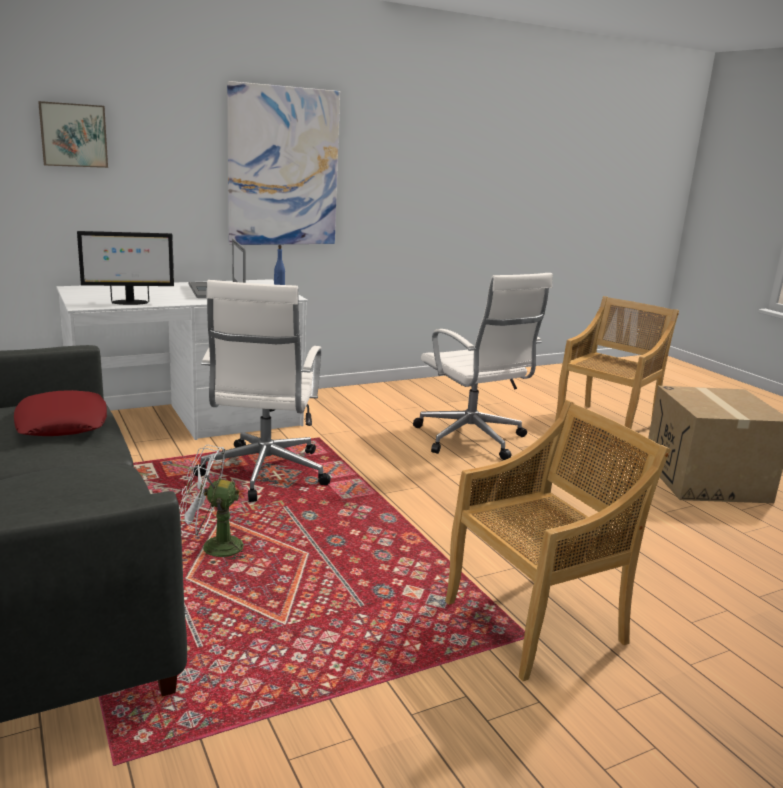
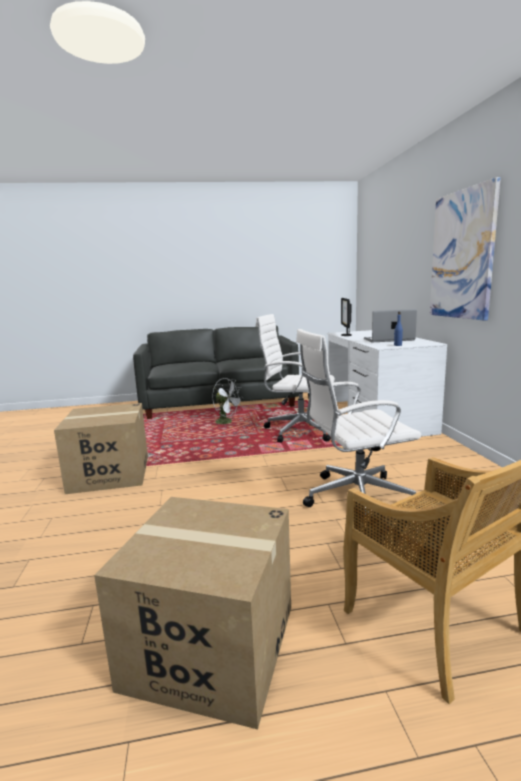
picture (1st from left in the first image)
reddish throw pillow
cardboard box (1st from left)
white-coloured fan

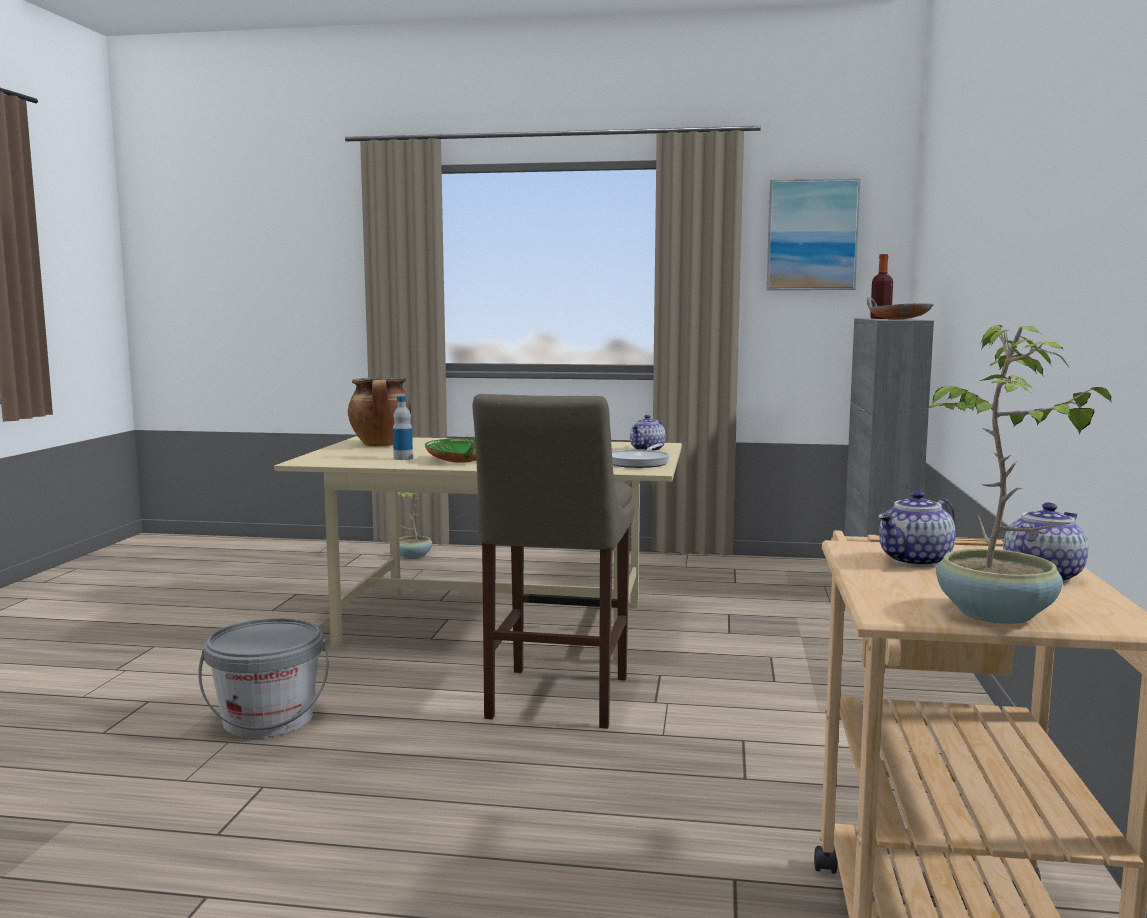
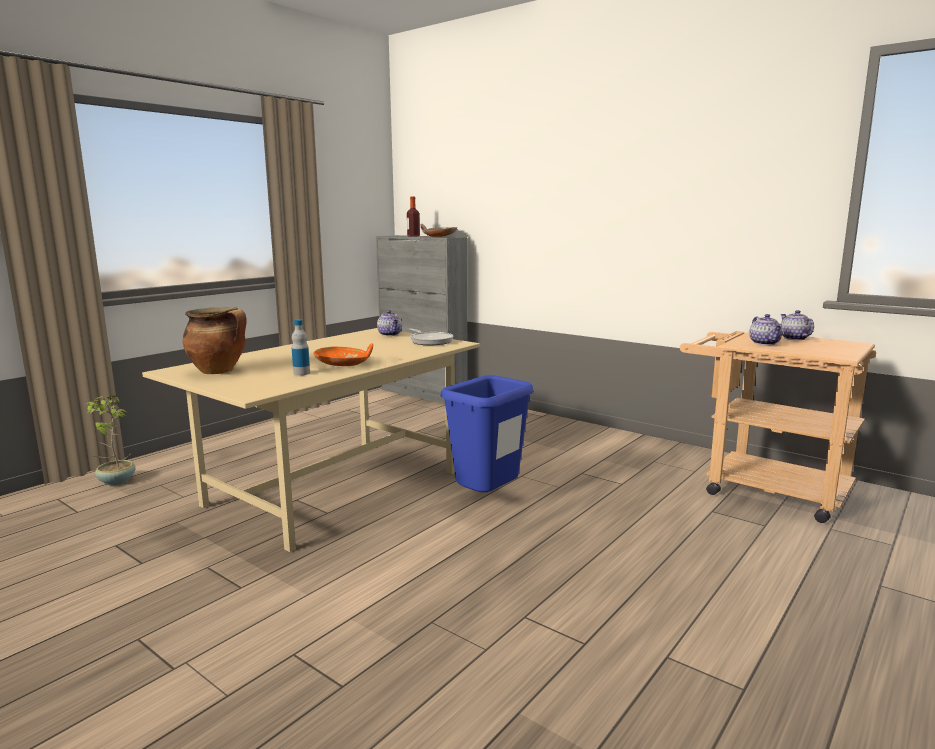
picture
plant in a pot (2nd from left in the first image)
bluish rubbish bin
orange-coloured bowl
gray pail

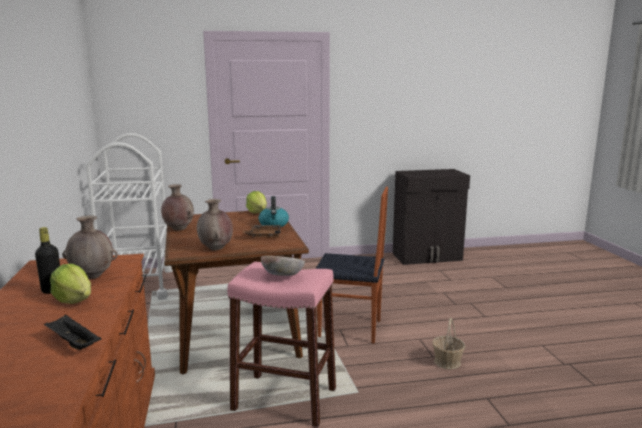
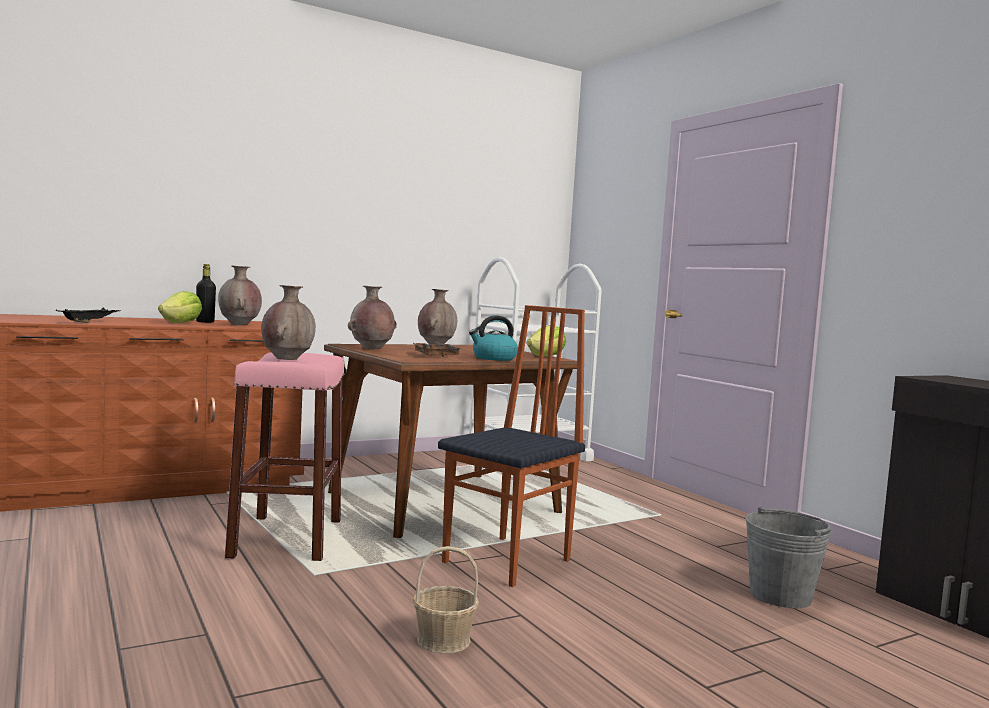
plain chair
brownish vase (2nd from left)
gray pail

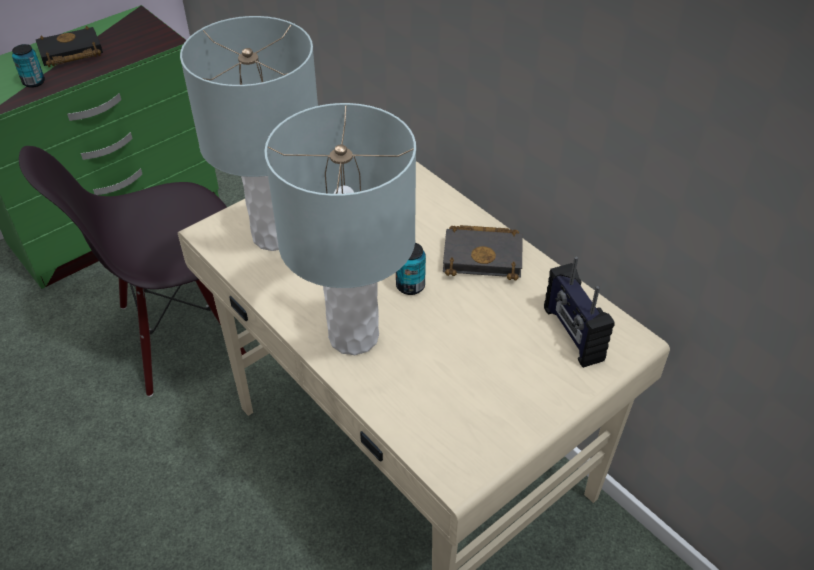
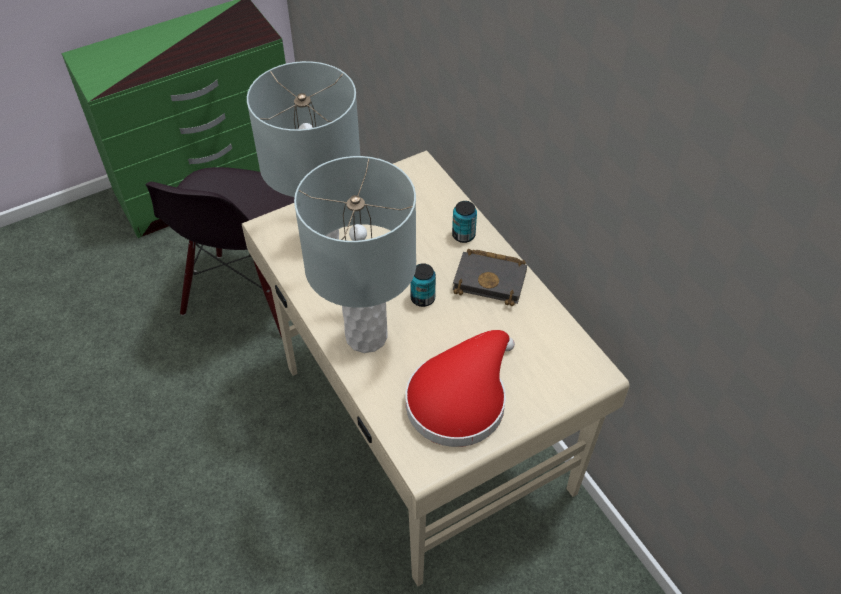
blackish volume (1st from left in the first image)
metal can (2nd from left)
blackish plain chair
radio
reddish clothing hat

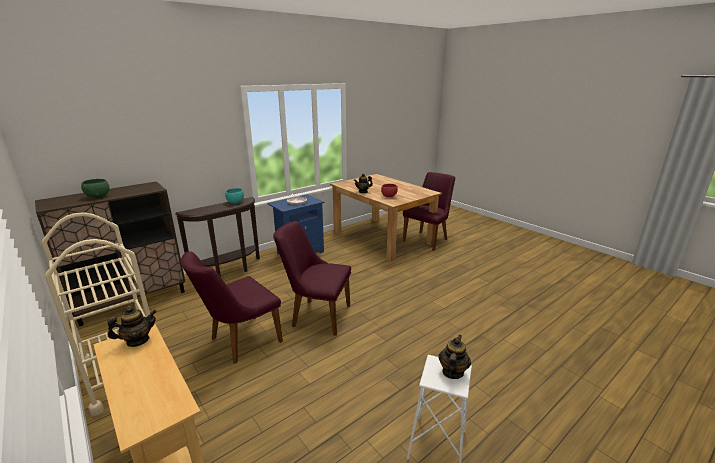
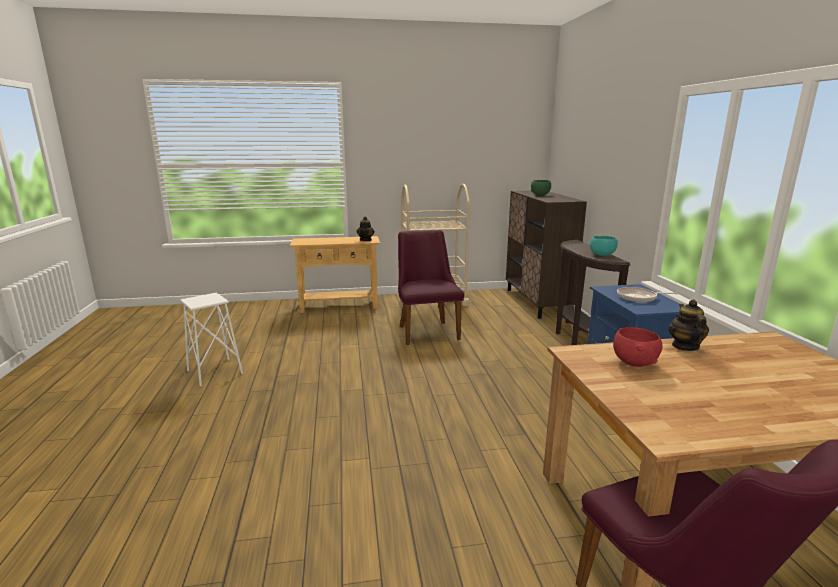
purple-coloured plain chair (2nd from left in the first image)
pot for tea (3rd from left in the first image)

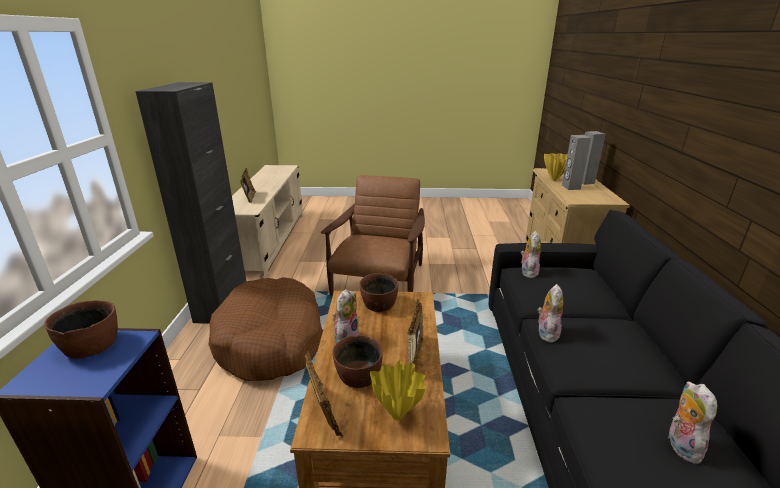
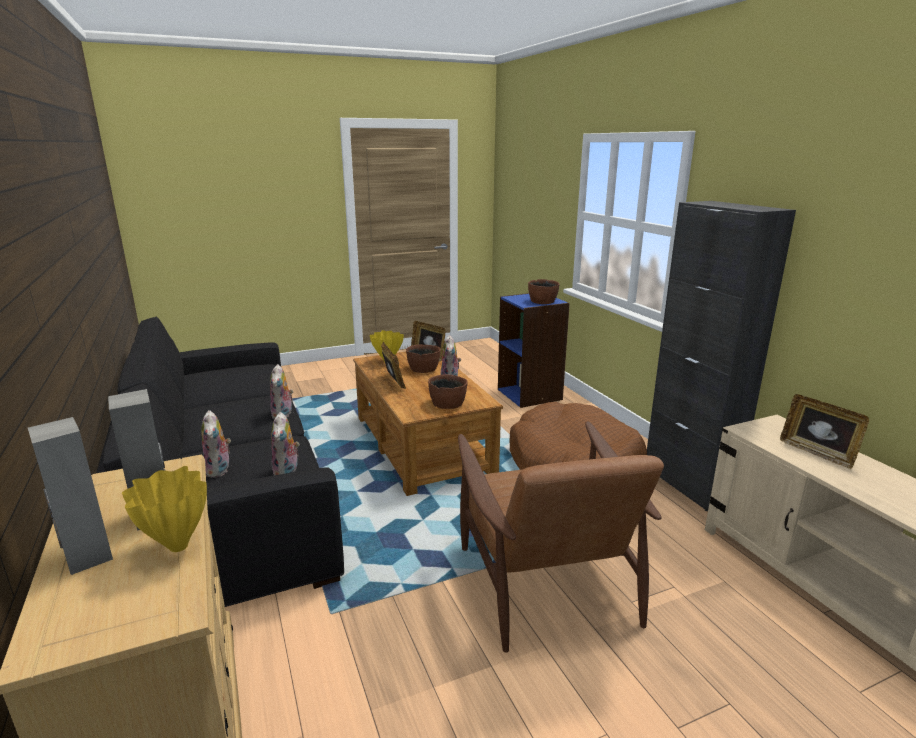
plush toy (1st from left)

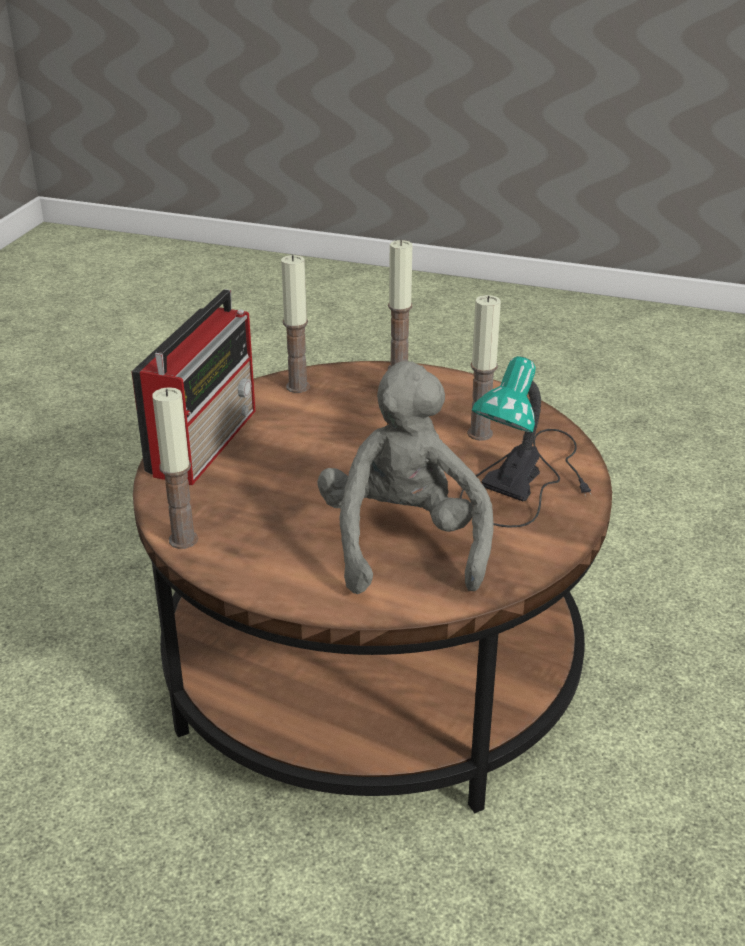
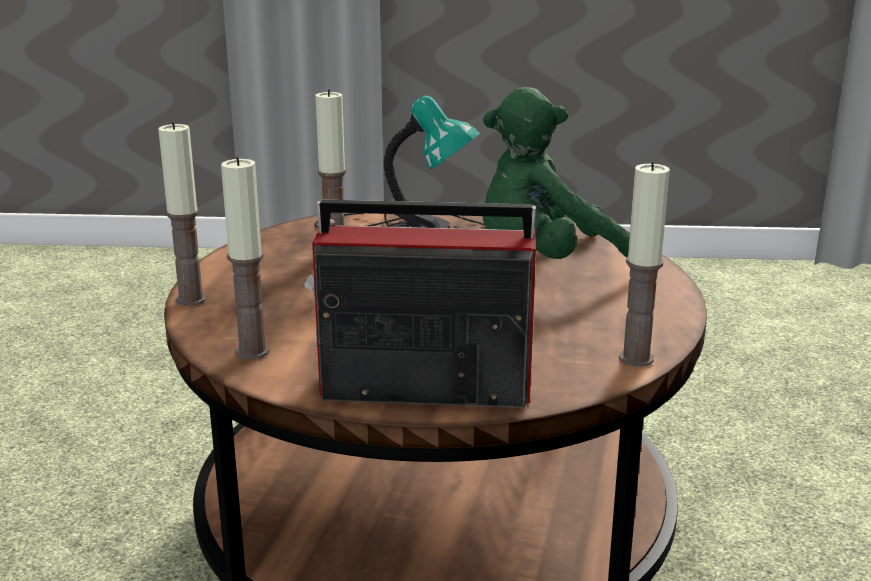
green-coloured plush toy

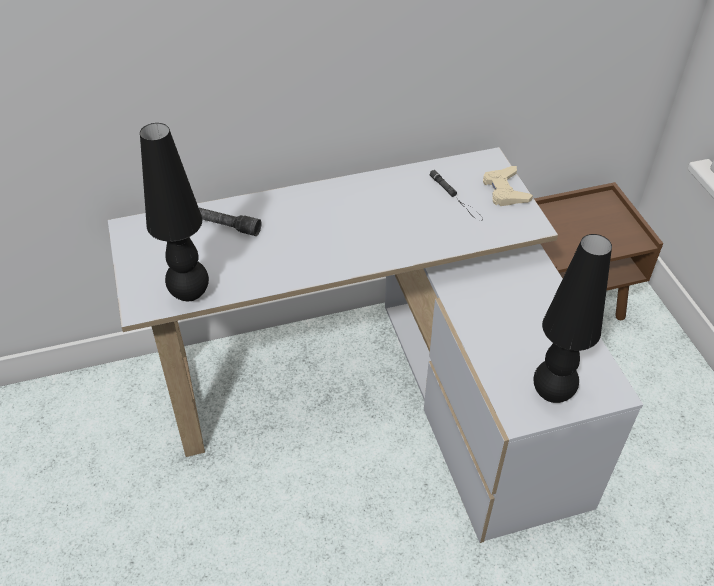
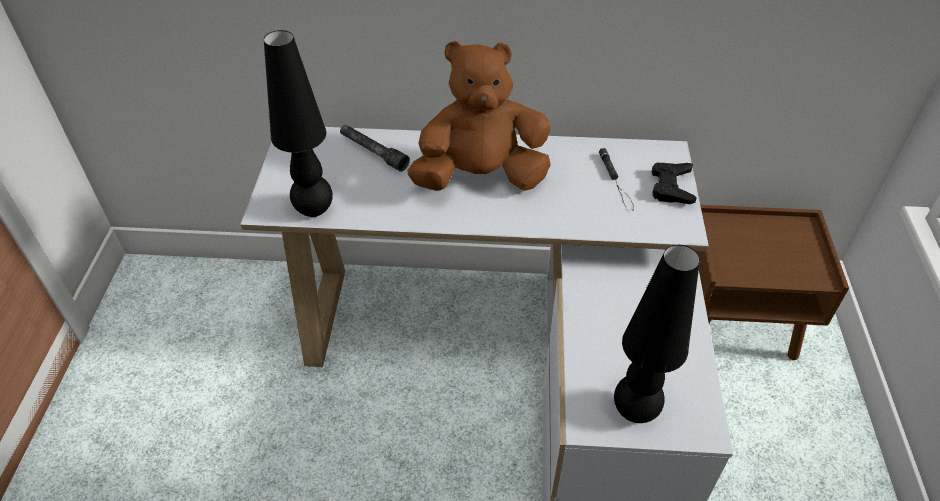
blackish game controller
brownish plush toy

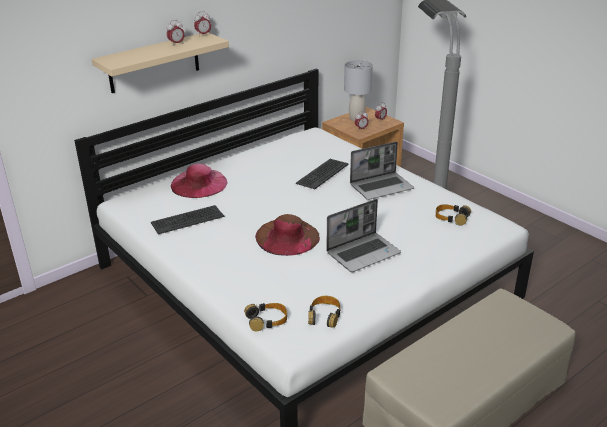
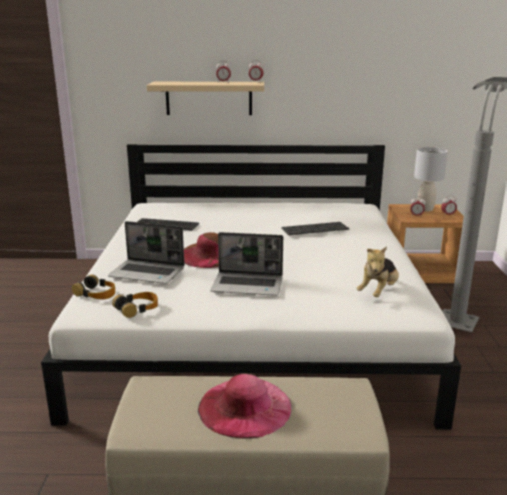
notebook computer (1st from left)
pink-coloured clothing hat
plush toy

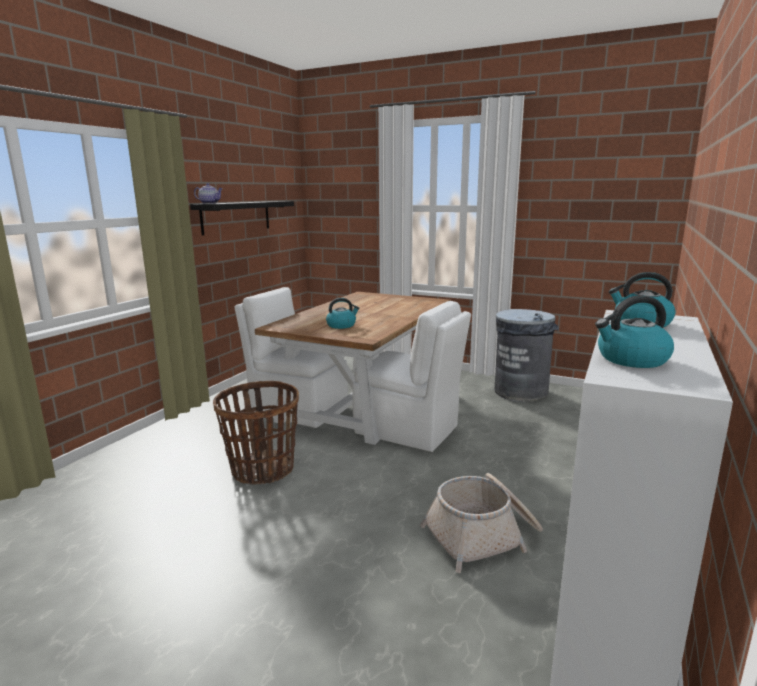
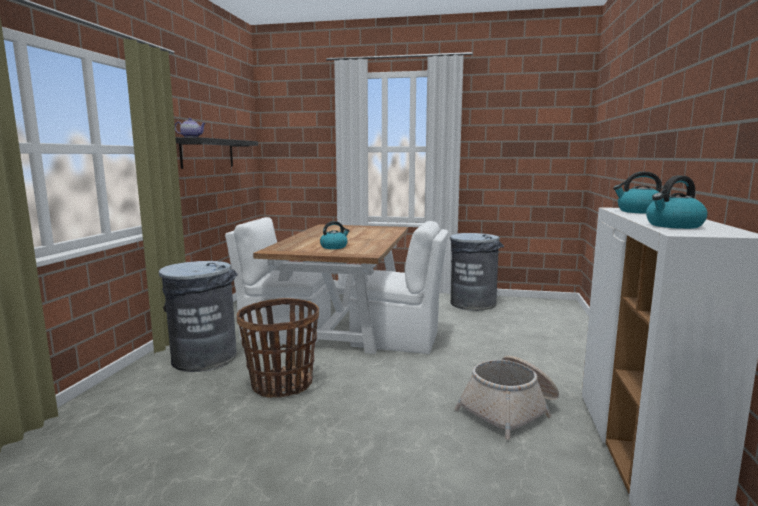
gray rubbish bin (1st from left)

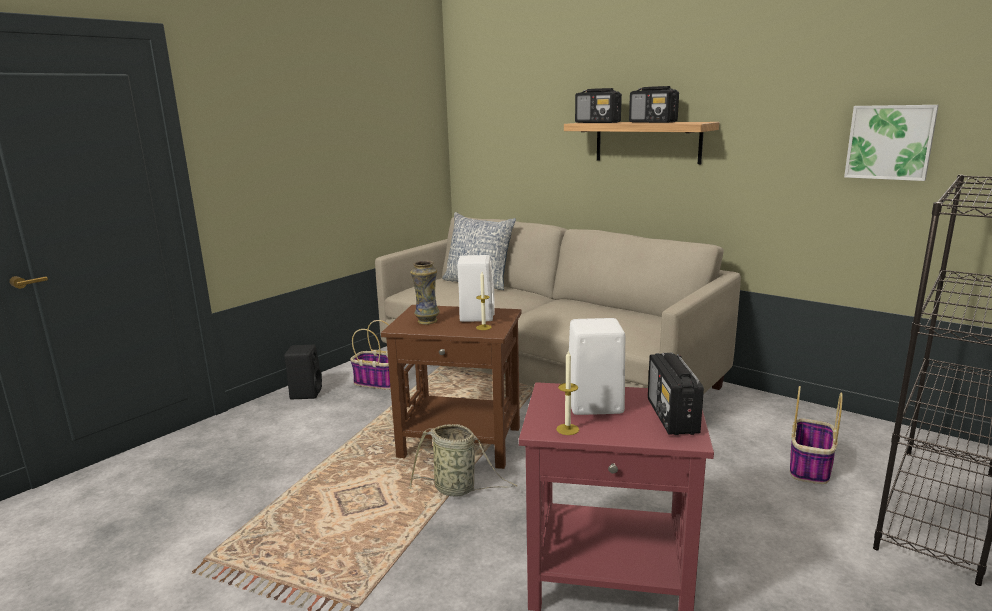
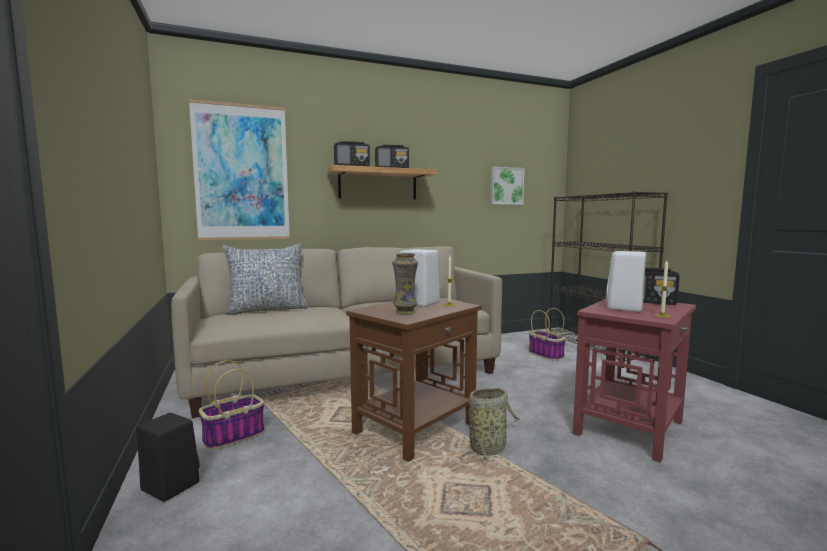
picture (1st from left)

